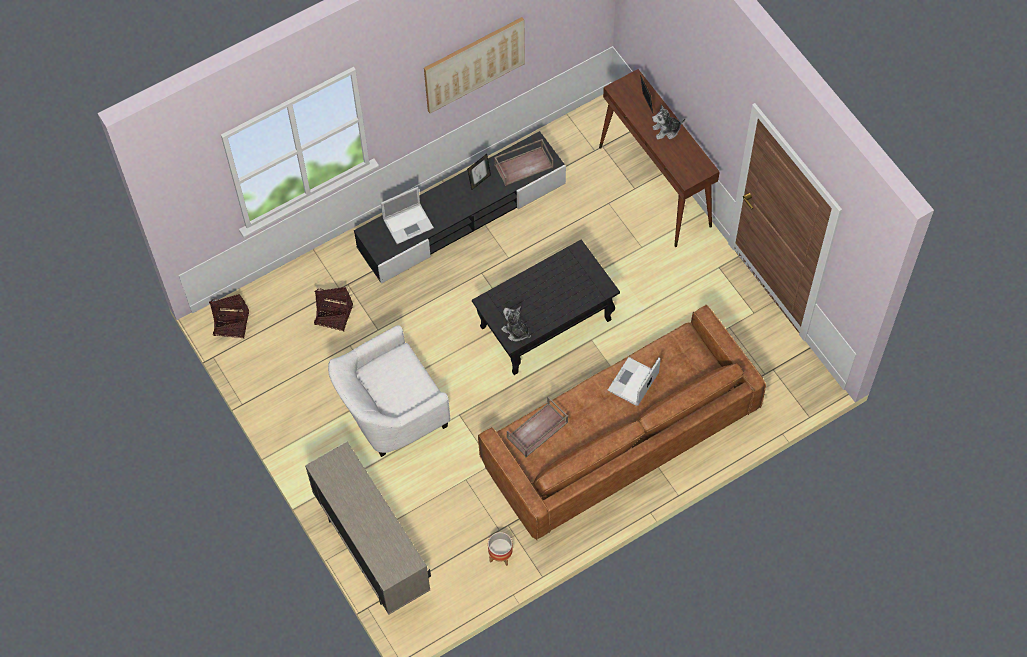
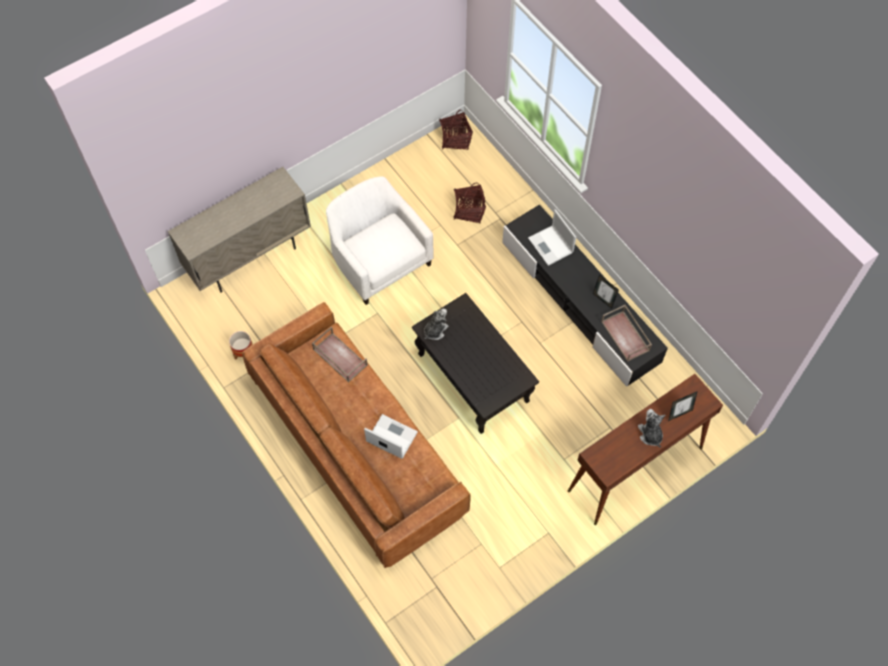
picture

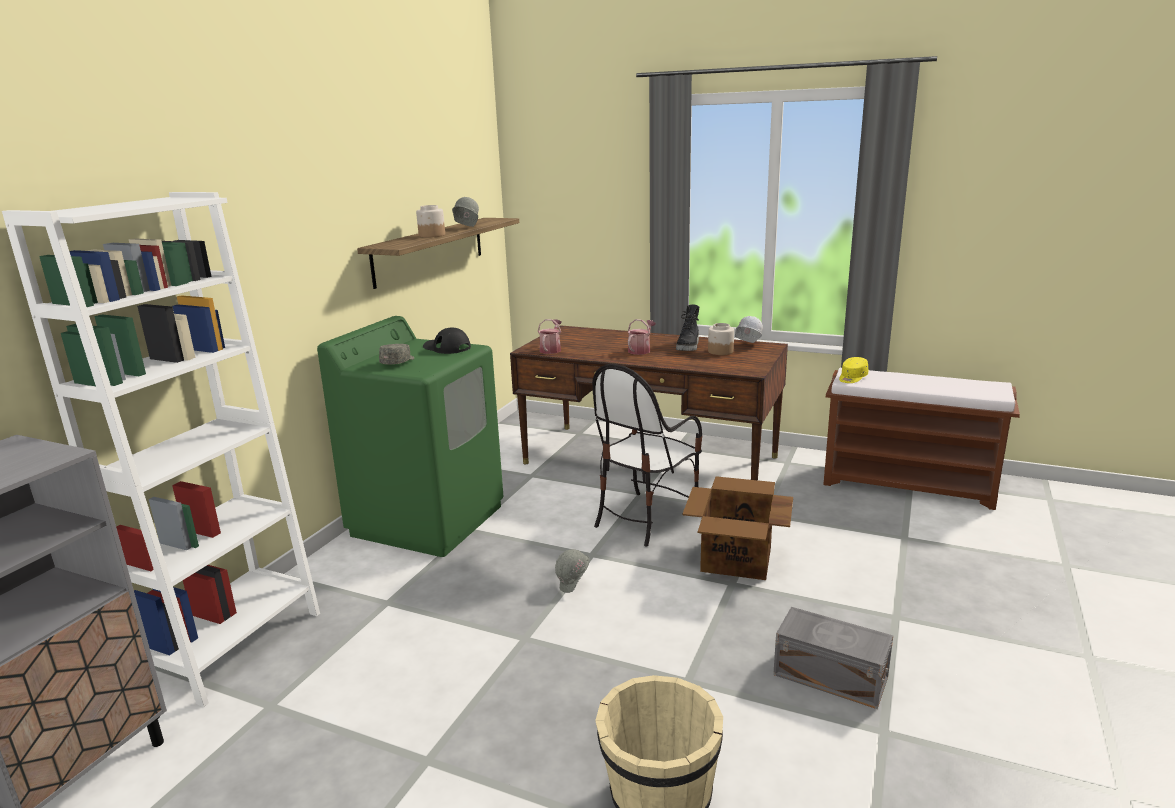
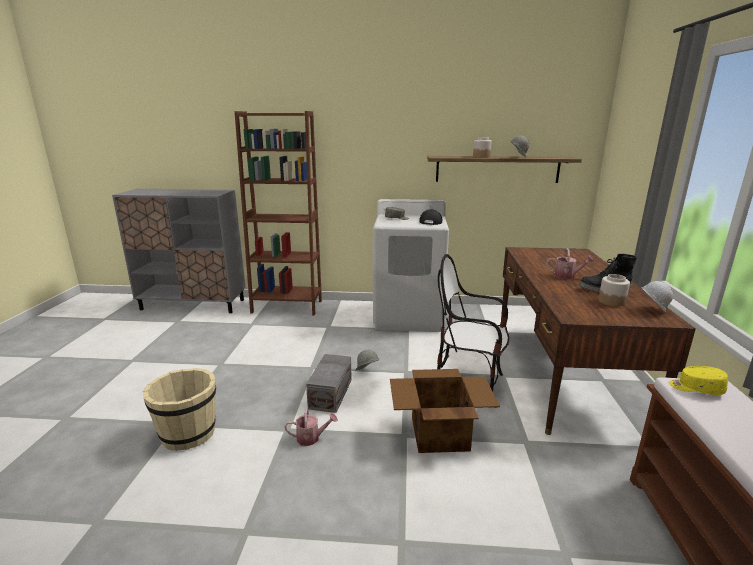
brownish shelving unit
white-coloured laundry appliance
watering pot (1st from left)
gray storage box

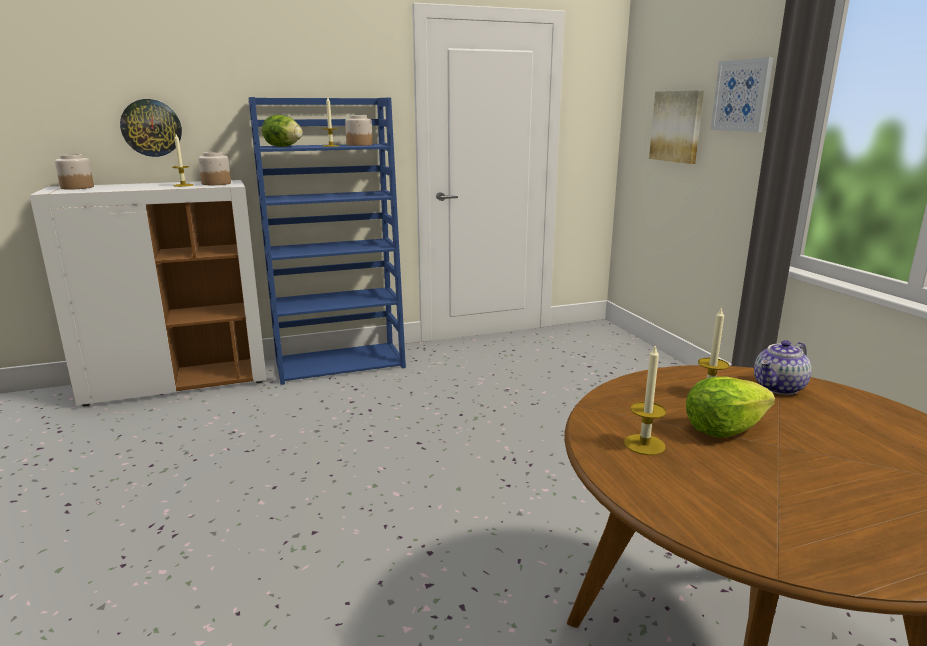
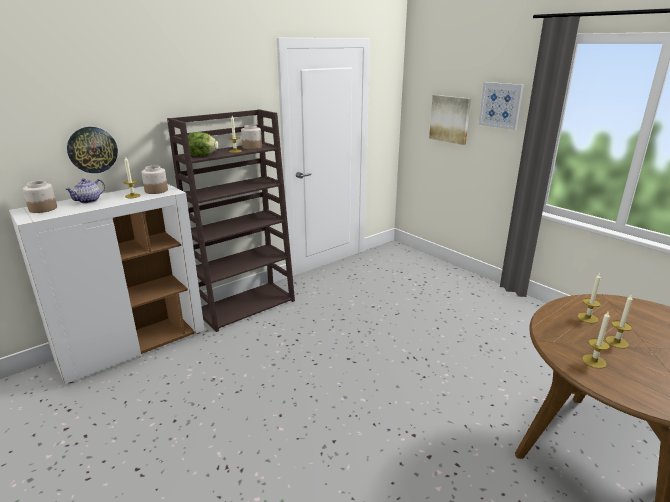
brownish shelving unit
pot for tea
candle (5th from left)

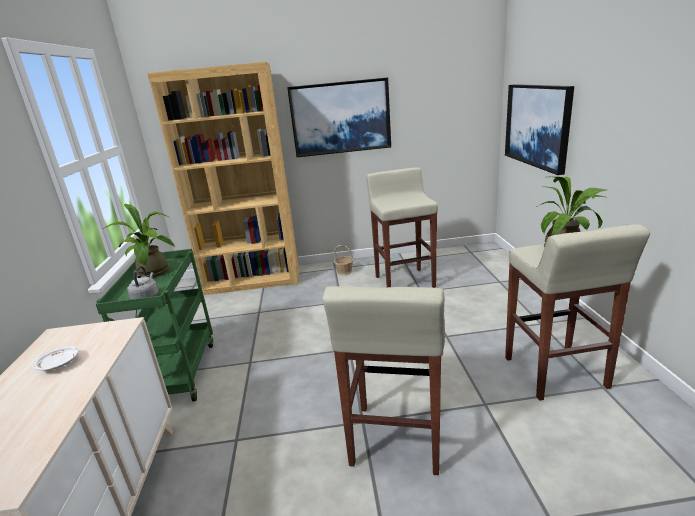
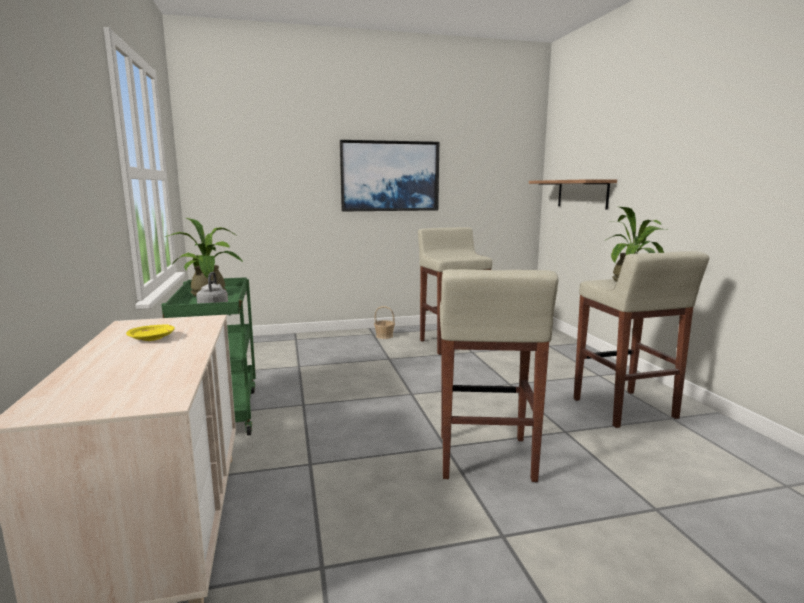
brownish shelving unit
wall shelf
yellow dinner plate

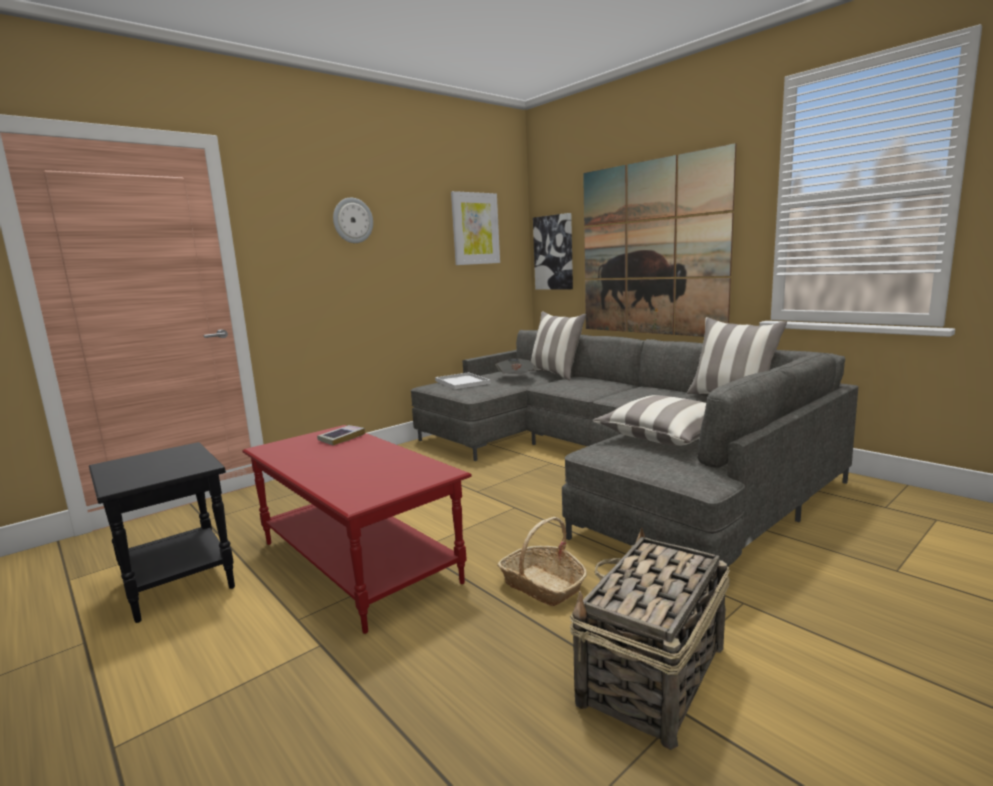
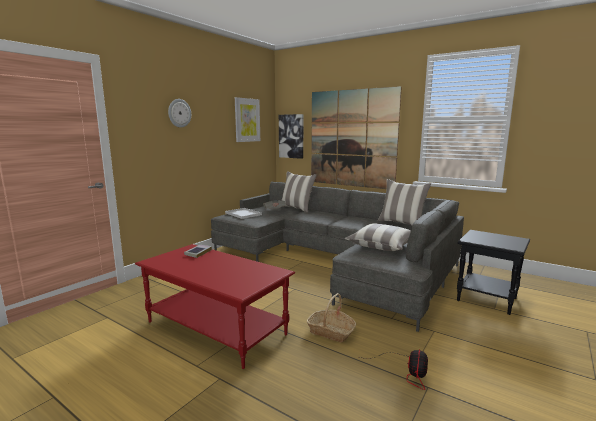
blackish accent table
fan

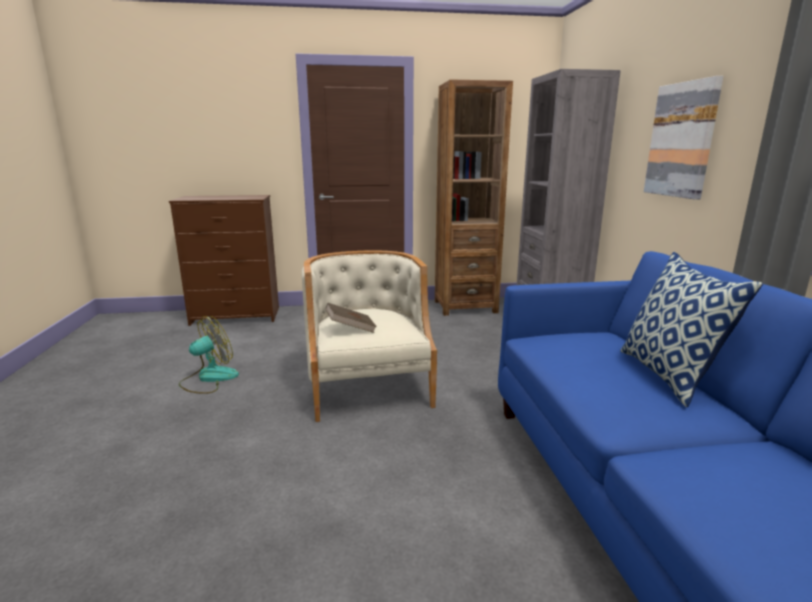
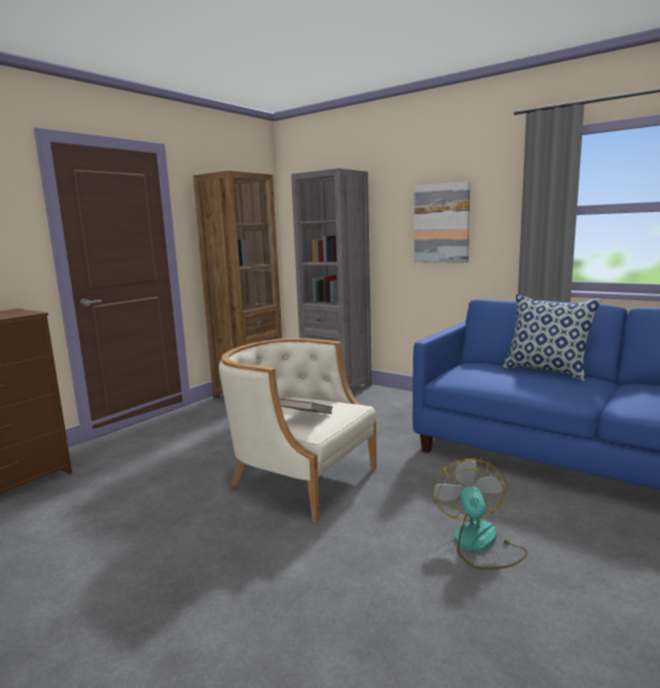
fan

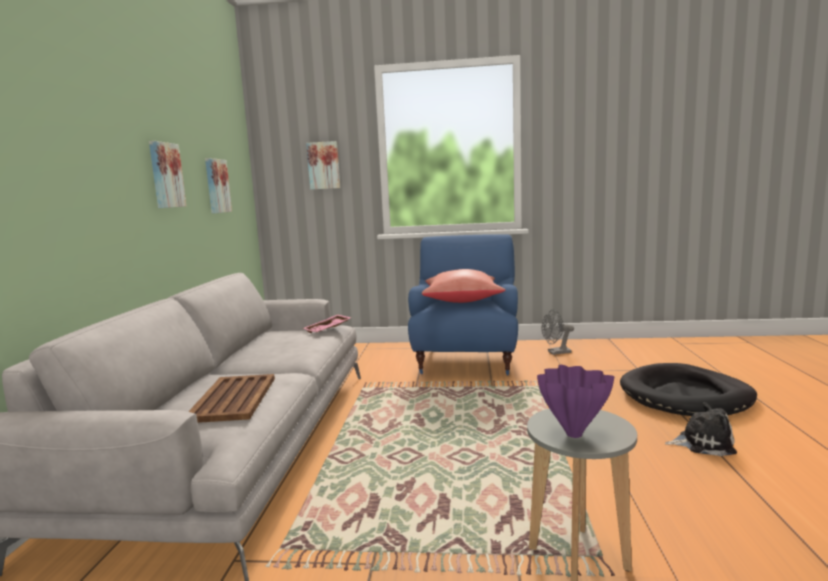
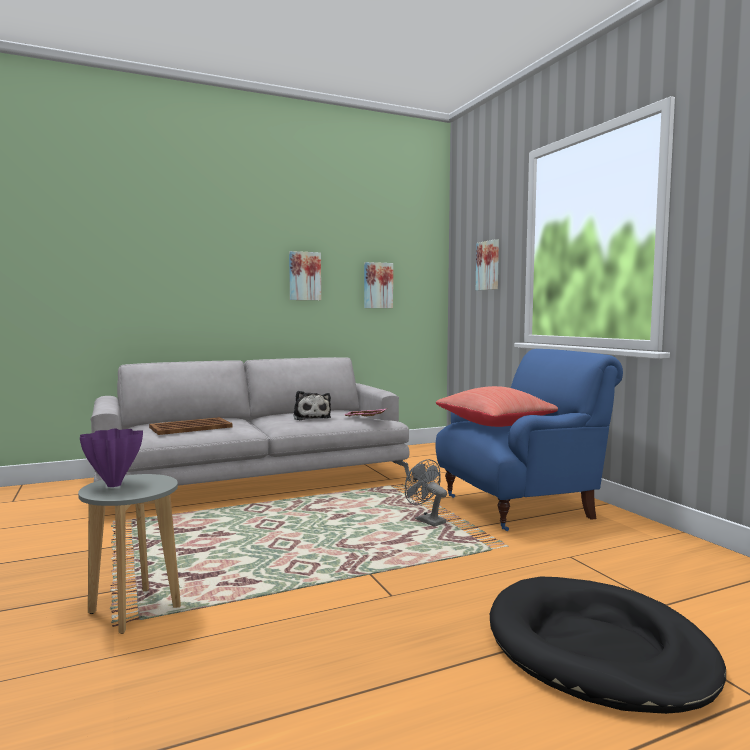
gray fan
plush toy

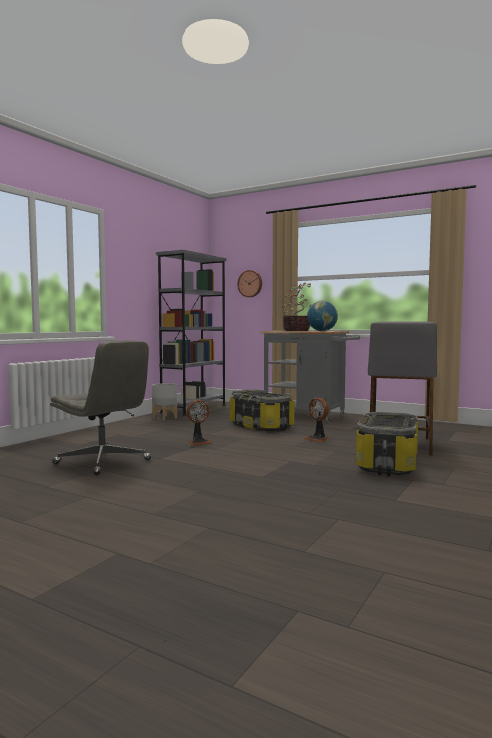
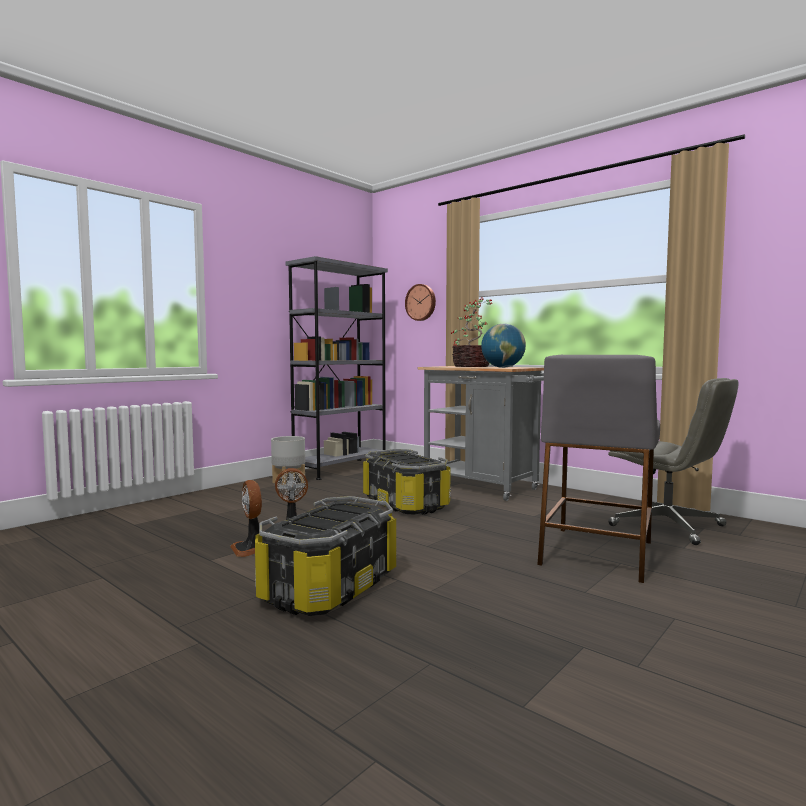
gray computer chair
fan (1st from left)
storage box (1st from left)

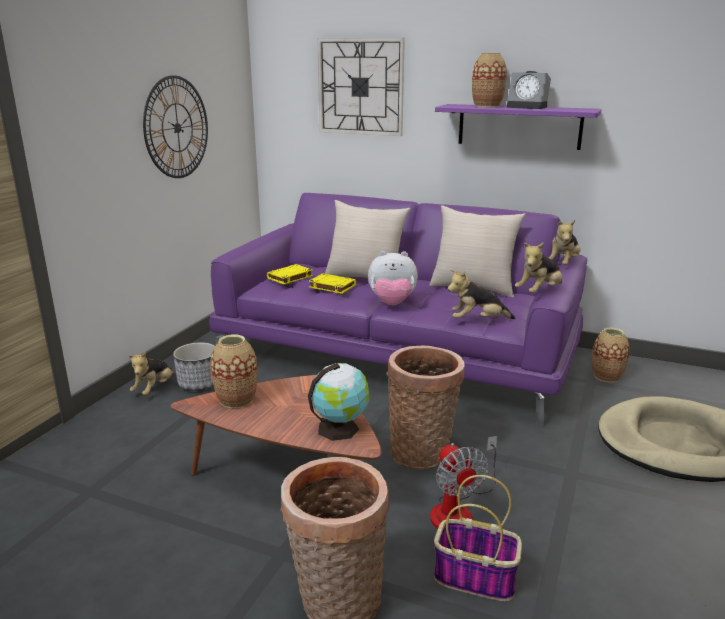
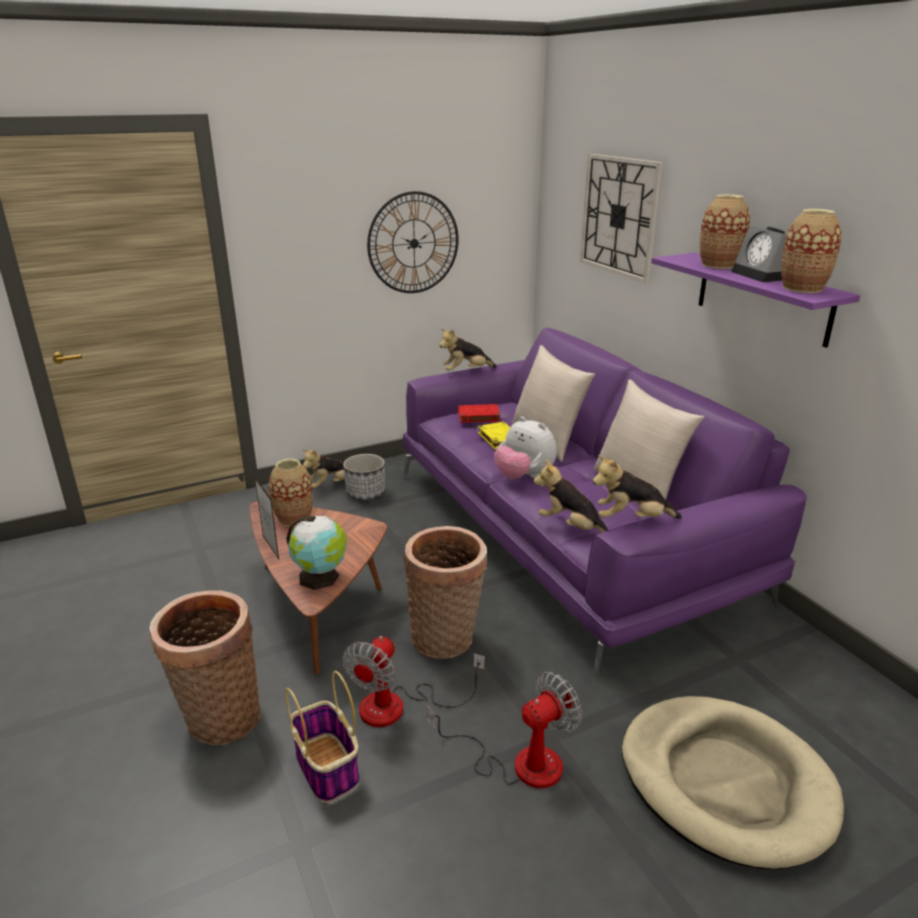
plush toy (2nd from left)
reddish volume
vase (3rd from left)
picture frame
fan (2nd from left)

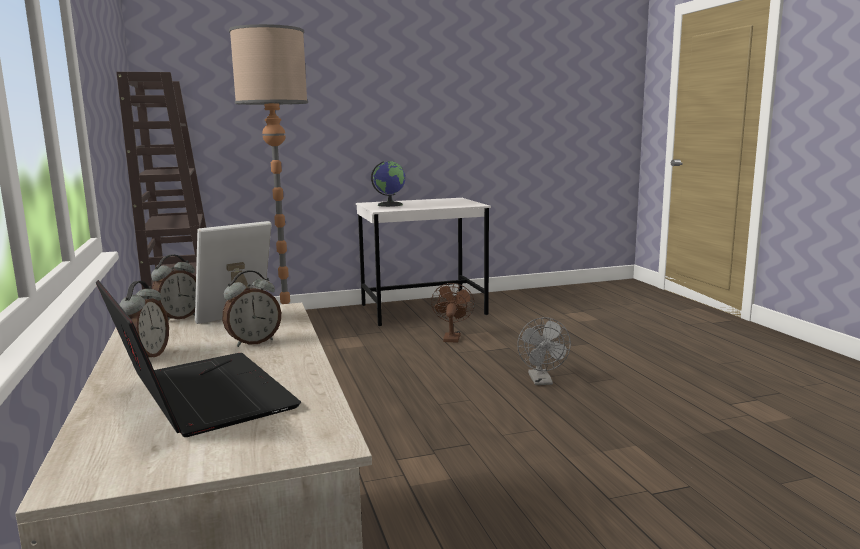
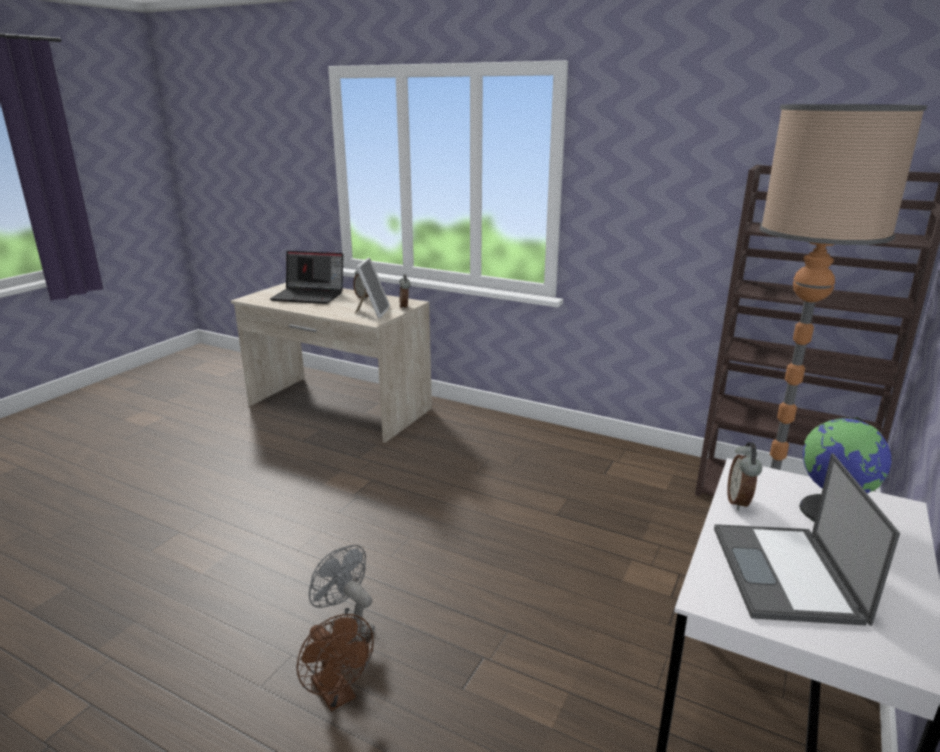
table clock (3rd from left)
brownish fan
notebook computer (2nd from left)

